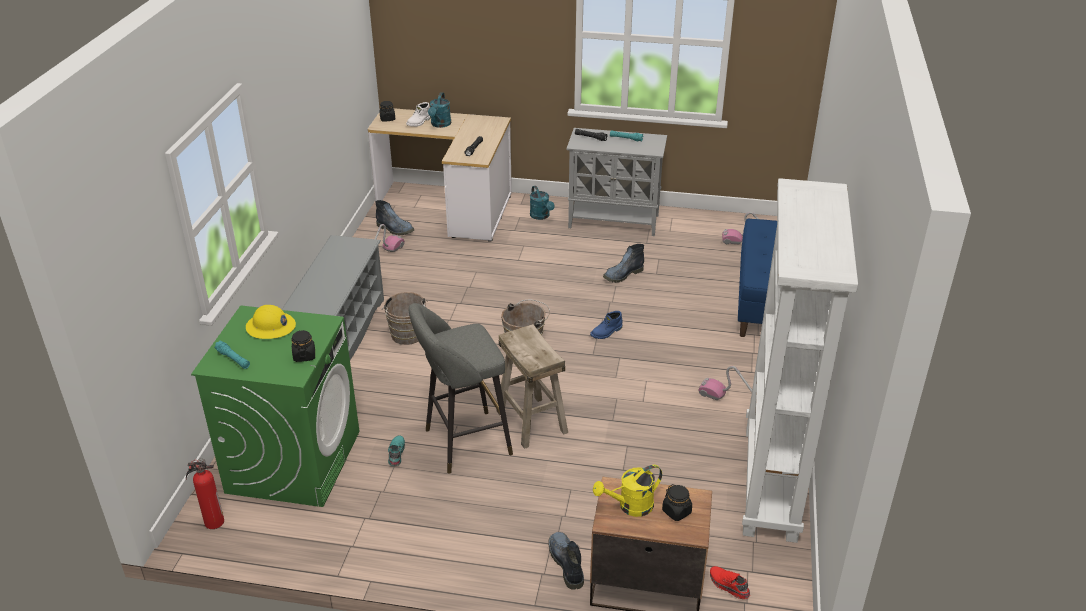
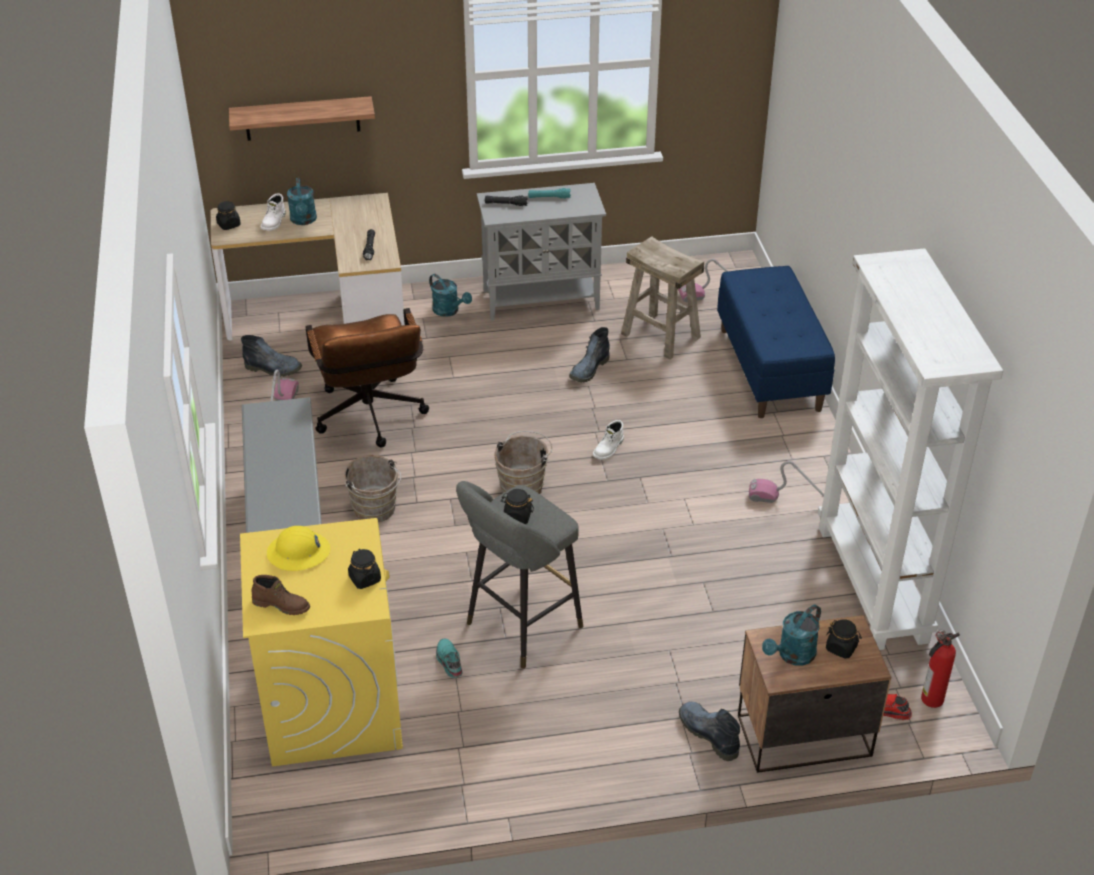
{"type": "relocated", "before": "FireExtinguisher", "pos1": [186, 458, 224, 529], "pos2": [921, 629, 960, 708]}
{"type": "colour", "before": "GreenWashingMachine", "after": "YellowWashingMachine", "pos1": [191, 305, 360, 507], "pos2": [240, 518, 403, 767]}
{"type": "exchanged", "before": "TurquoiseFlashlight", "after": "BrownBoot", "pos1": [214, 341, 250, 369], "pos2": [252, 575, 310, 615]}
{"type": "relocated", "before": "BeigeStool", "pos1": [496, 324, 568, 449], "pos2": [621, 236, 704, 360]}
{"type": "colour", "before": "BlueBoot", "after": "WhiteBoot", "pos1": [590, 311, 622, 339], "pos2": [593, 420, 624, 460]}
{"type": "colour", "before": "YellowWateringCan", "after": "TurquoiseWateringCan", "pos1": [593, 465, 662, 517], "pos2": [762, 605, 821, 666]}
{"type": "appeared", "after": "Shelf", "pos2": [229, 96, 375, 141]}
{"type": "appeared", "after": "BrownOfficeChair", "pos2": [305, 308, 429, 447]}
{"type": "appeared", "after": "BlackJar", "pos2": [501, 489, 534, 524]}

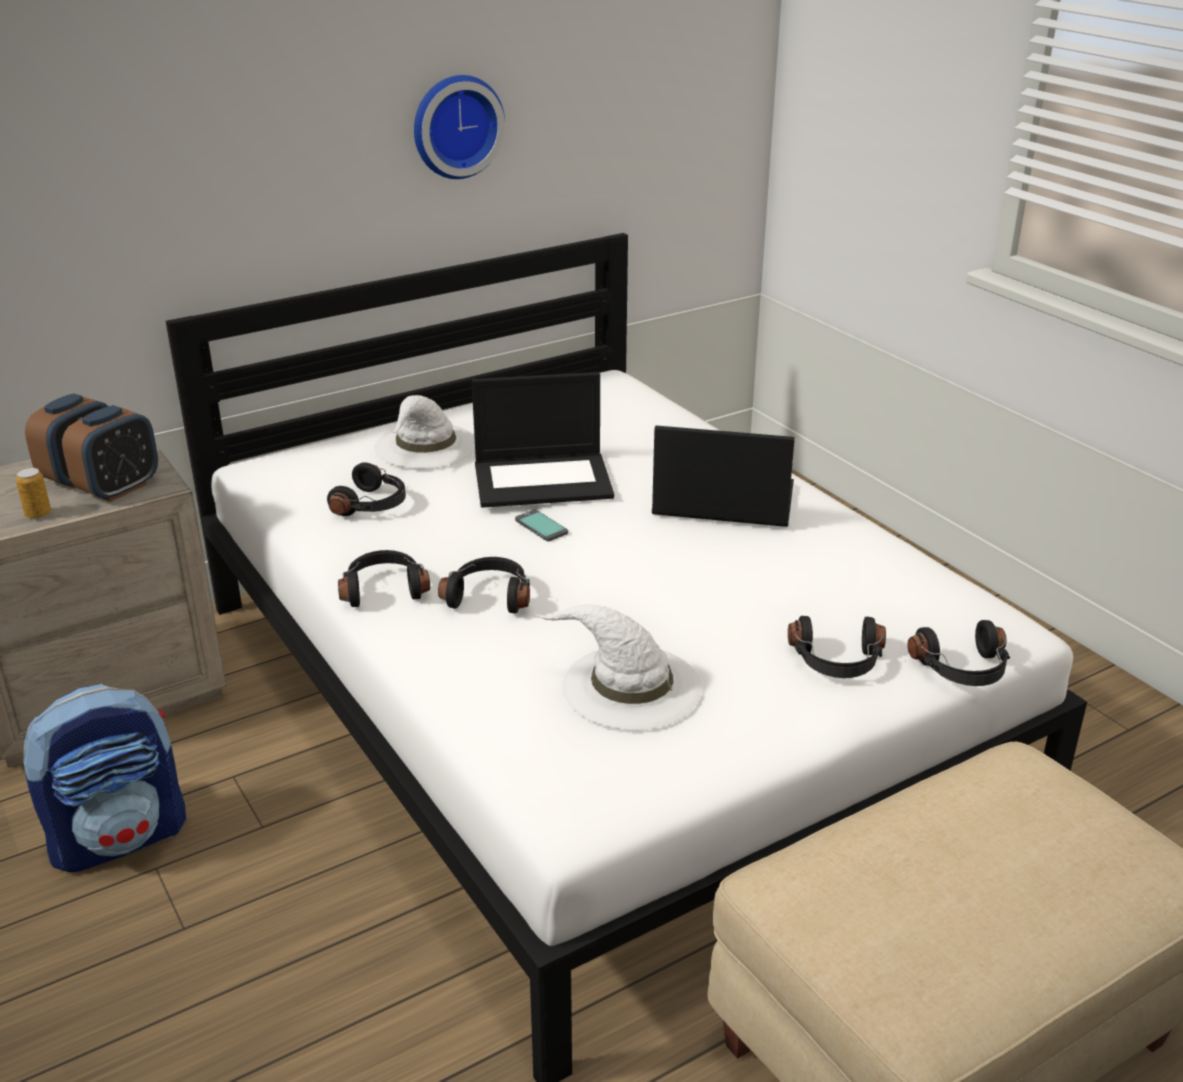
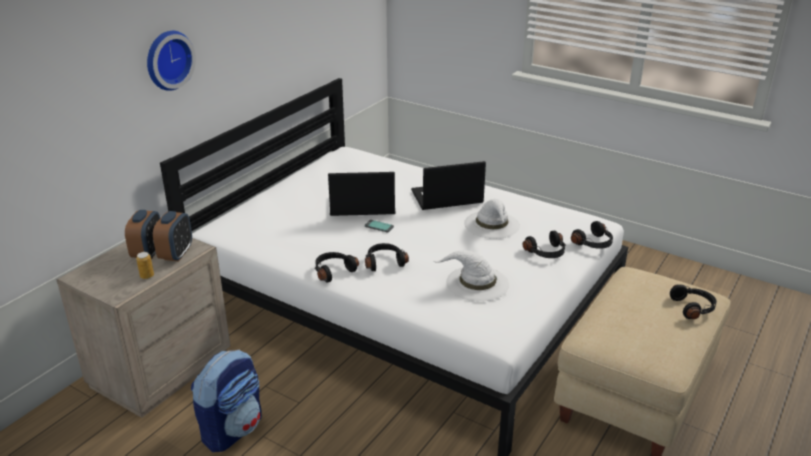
{"type": "relocated", "before": "BlackHeadphones", "pos1": [327, 462, 406, 516], "pos2": [670, 285, 717, 319]}
{"type": "relocated", "before": "WhiteHat", "pos1": [374, 395, 475, 469], "pos2": [464, 199, 520, 239]}
{"type": "relocated", "before": "WallClock", "pos1": [414, 75, 505, 179], "pos2": [147, 31, 196, 91]}
{"type": "spun", "before": "Laptop", "pos1": [472, 372, 614, 508], "pos2": [328, 172, 395, 216], "turn": -150}

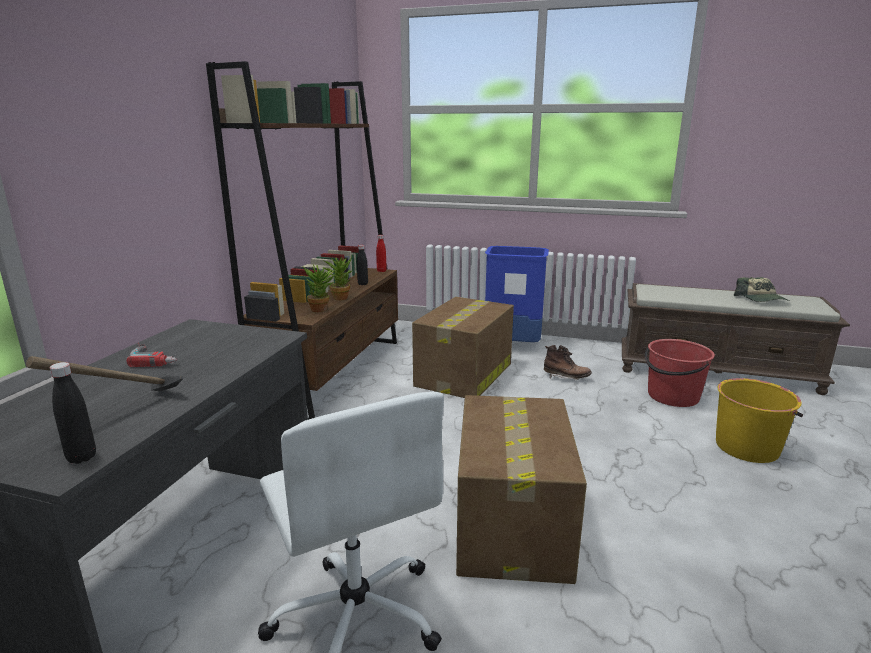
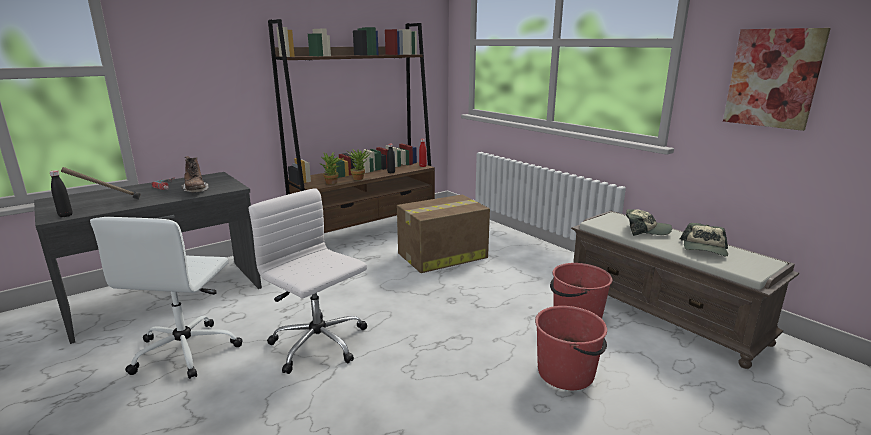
{"type": "exchanged", "before": "CardboardBox", "after": "WhiteOfficeChair", "pos1": [456, 395, 587, 584], "pos2": [249, 188, 367, 374]}
{"type": "missing", "before": "BlueTrashCan", "pos1": [485, 246, 549, 342]}
{"type": "relocated", "before": "BrownBoot", "pos1": [544, 345, 592, 380], "pos2": [181, 156, 209, 193]}
{"type": "colour", "before": "YellowBucket", "after": "RedBucket", "pos1": [716, 378, 803, 463], "pos2": [535, 306, 607, 390]}
{"type": "appeared", "after": "Cap", "pos2": [626, 209, 672, 236]}
{"type": "appeared", "after": "Picture", "pos2": [723, 28, 831, 131]}

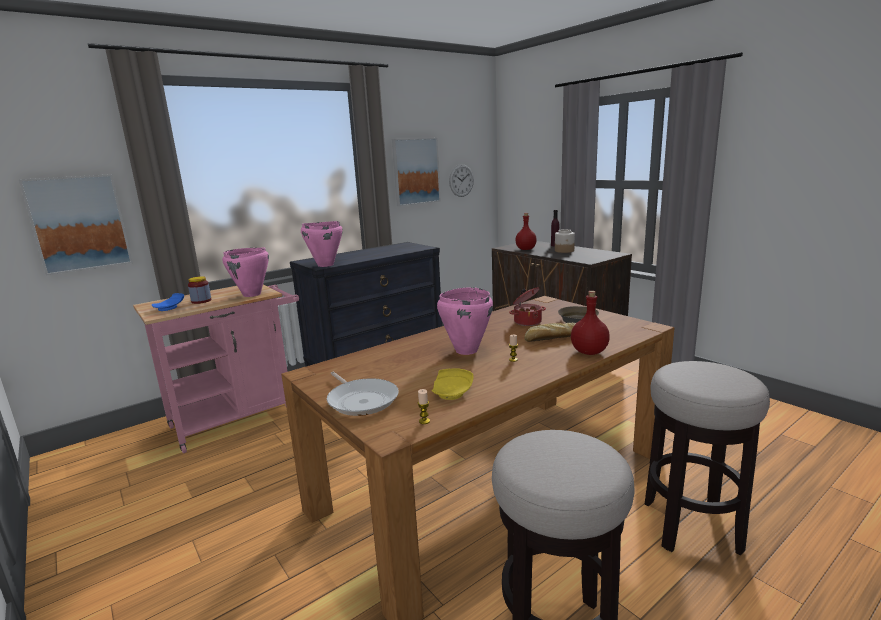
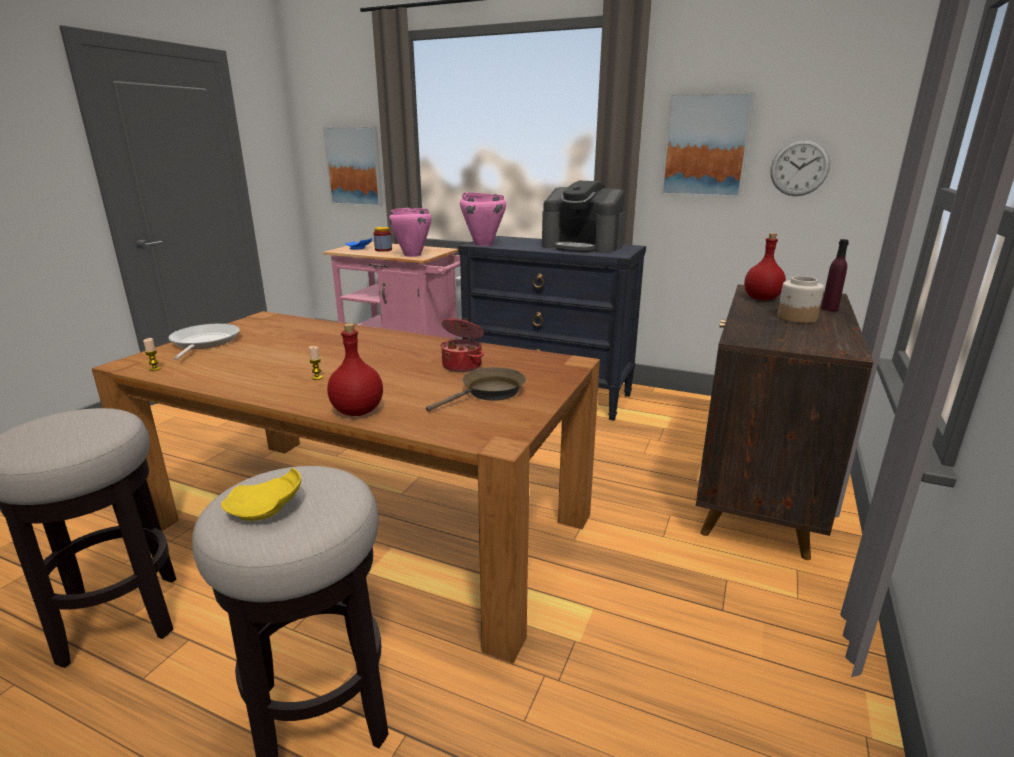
{"type": "spun", "before": "FryingPan", "pos1": [327, 372, 399, 416], "pos2": [168, 323, 240, 360], "turn": 150}
{"type": "relocated", "before": "YellowPlate", "pos1": [432, 368, 474, 400], "pos2": [221, 468, 301, 521]}
{"type": "missing", "before": "PinkCookingPot", "pos1": [437, 287, 493, 355]}
{"type": "missing", "before": "Bread", "pos1": [524, 323, 576, 342]}
{"type": "appeared", "after": "CoffeeMachine", "pos2": [542, 181, 625, 253]}

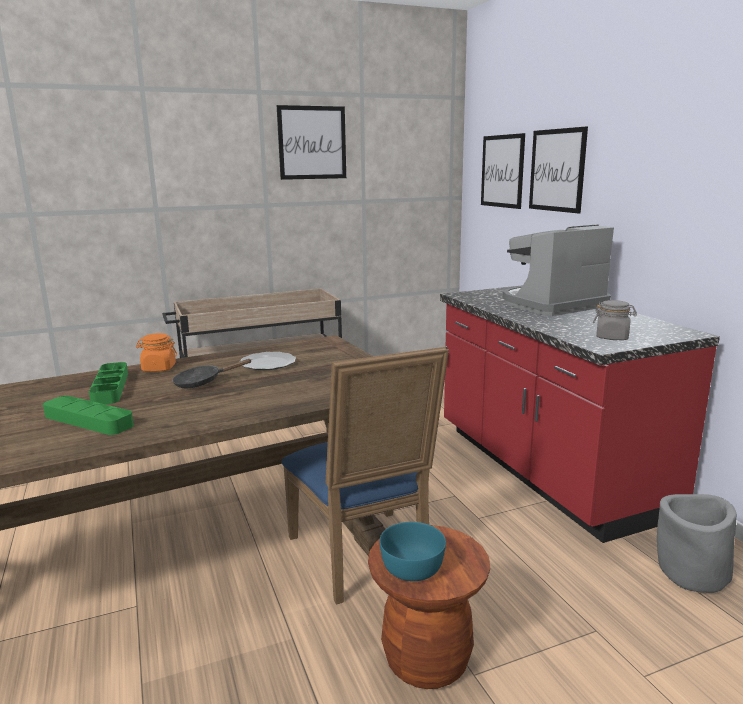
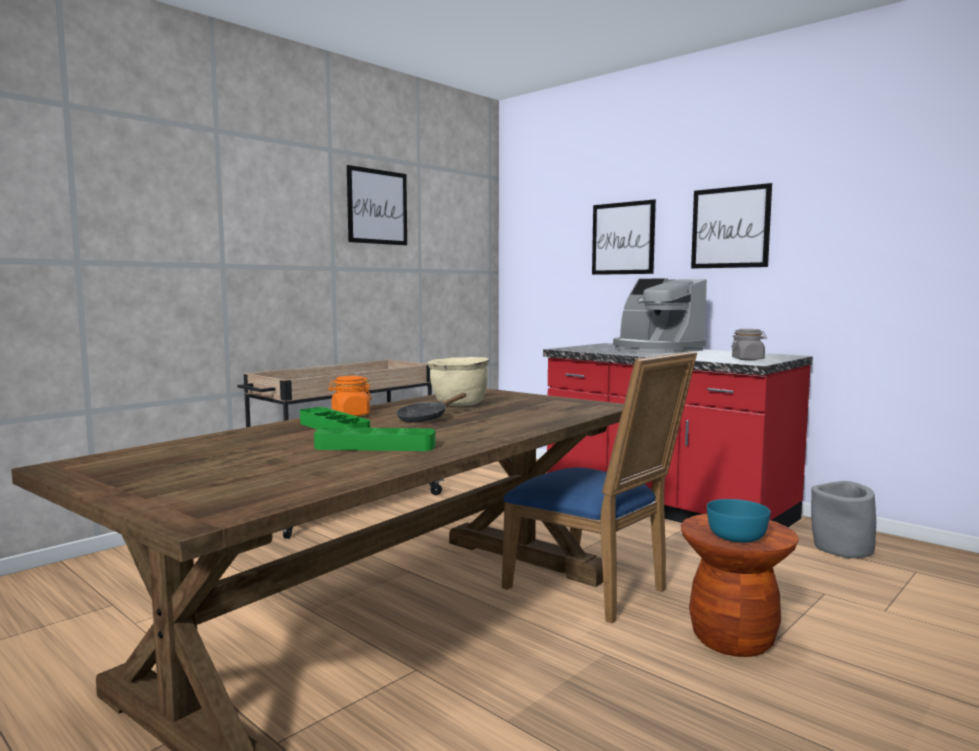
{"type": "exchanged", "before": "Plate", "after": "BeigeCookingPot", "pos1": [241, 352, 296, 370], "pos2": [427, 357, 489, 406]}
{"type": "relocated", "before": "Picture", "pos1": [481, 133, 525, 209], "pos2": [691, 183, 772, 269]}
{"type": "spun", "before": "CoffeeMachine", "pos1": [502, 224, 614, 316], "pos2": [613, 278, 707, 354], "turn": -75}

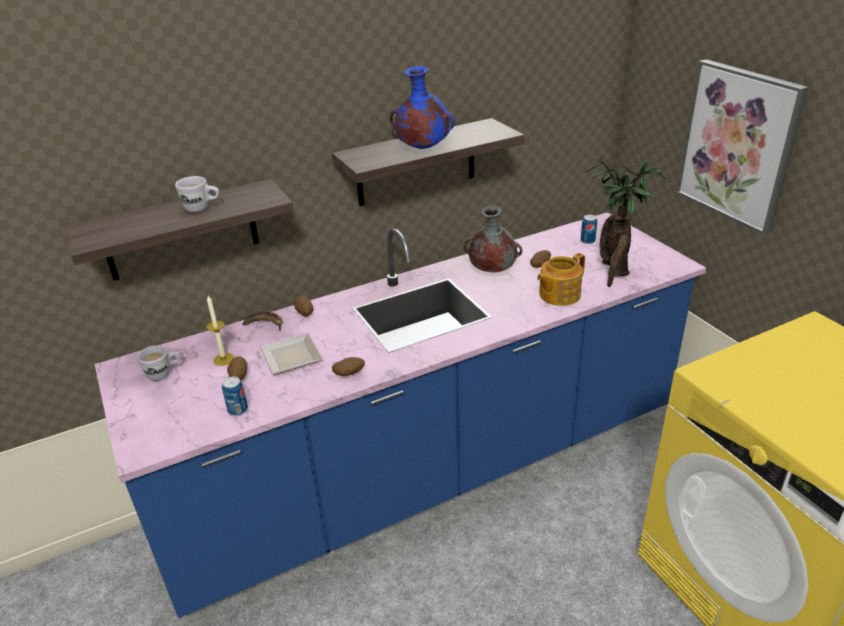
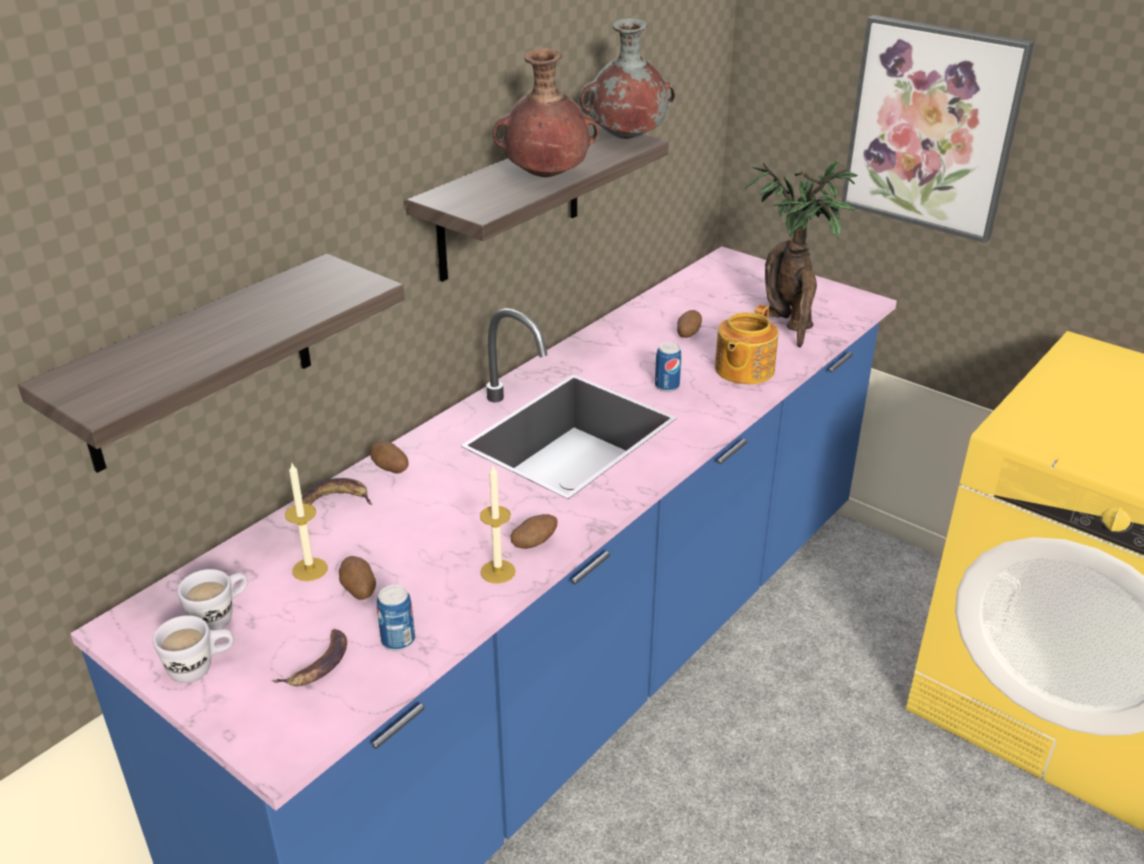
{"type": "relocated", "before": "WhiteMug", "pos1": [175, 176, 219, 212], "pos2": [153, 615, 234, 683]}
{"type": "missing", "before": "Plate", "pos1": [260, 333, 323, 375]}
{"type": "colour", "before": "BlueVase", "after": "BrownVase", "pos1": [390, 66, 455, 149], "pos2": [493, 48, 599, 177]}
{"type": "relocated", "before": "GreyVase", "pos1": [463, 206, 523, 272], "pos2": [580, 18, 676, 139]}
{"type": "relocated", "before": "Can", "pos1": [581, 215, 597, 244], "pos2": [655, 342, 681, 392]}
{"type": "appeared", "after": "Banana", "pos2": [272, 629, 347, 686]}
{"type": "appeared", "after": "Candle", "pos2": [480, 466, 516, 584]}

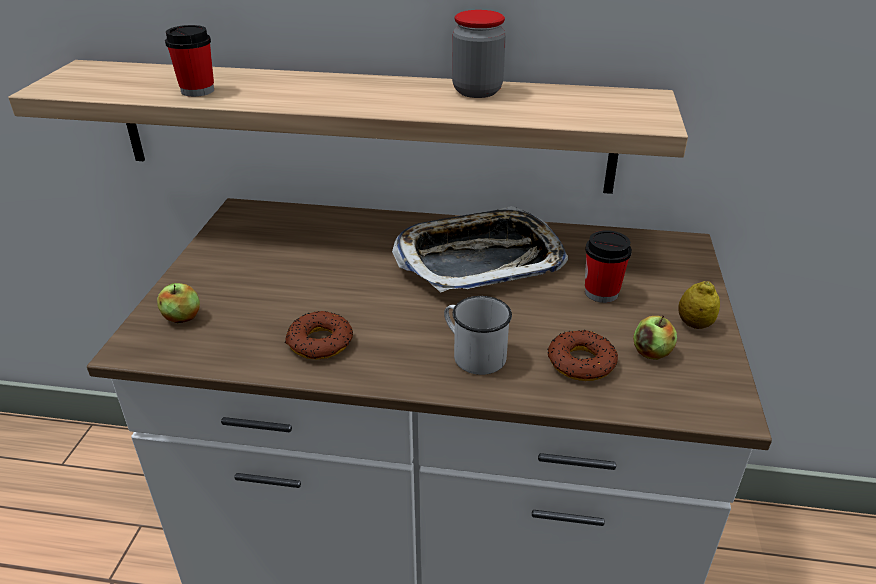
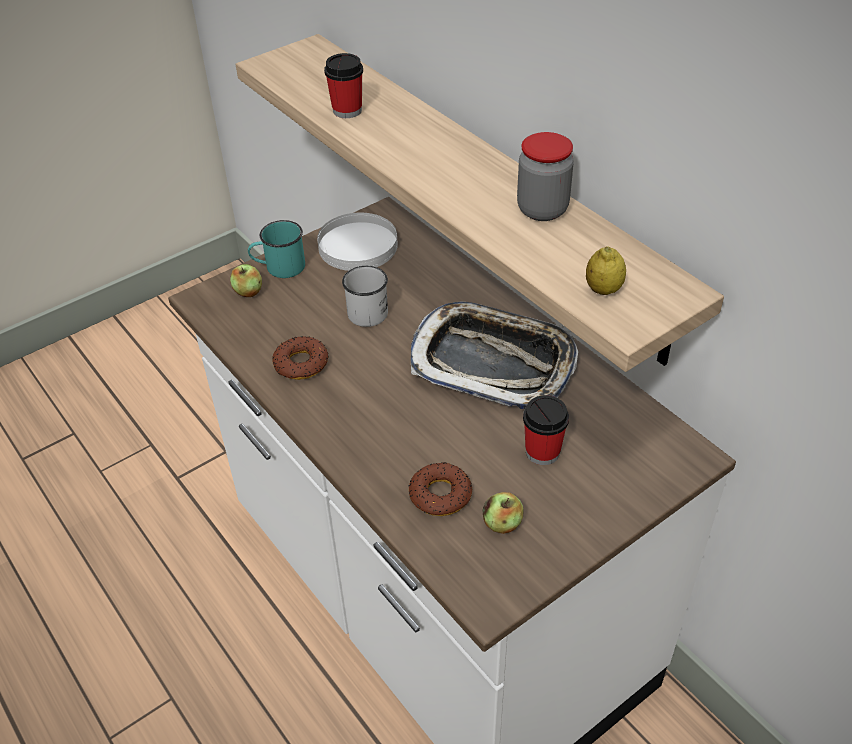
{"type": "relocated", "before": "WhiteMug", "pos1": [444, 296, 512, 375], "pos2": [342, 266, 388, 327]}
{"type": "relocated", "before": "Lemon", "pos1": [678, 281, 720, 329], "pos2": [586, 246, 626, 295]}
{"type": "appeared", "after": "TurquoiseMug", "pos2": [248, 220, 305, 278]}
{"type": "appeared", "after": "WhitePlate", "pos2": [317, 213, 398, 271]}

